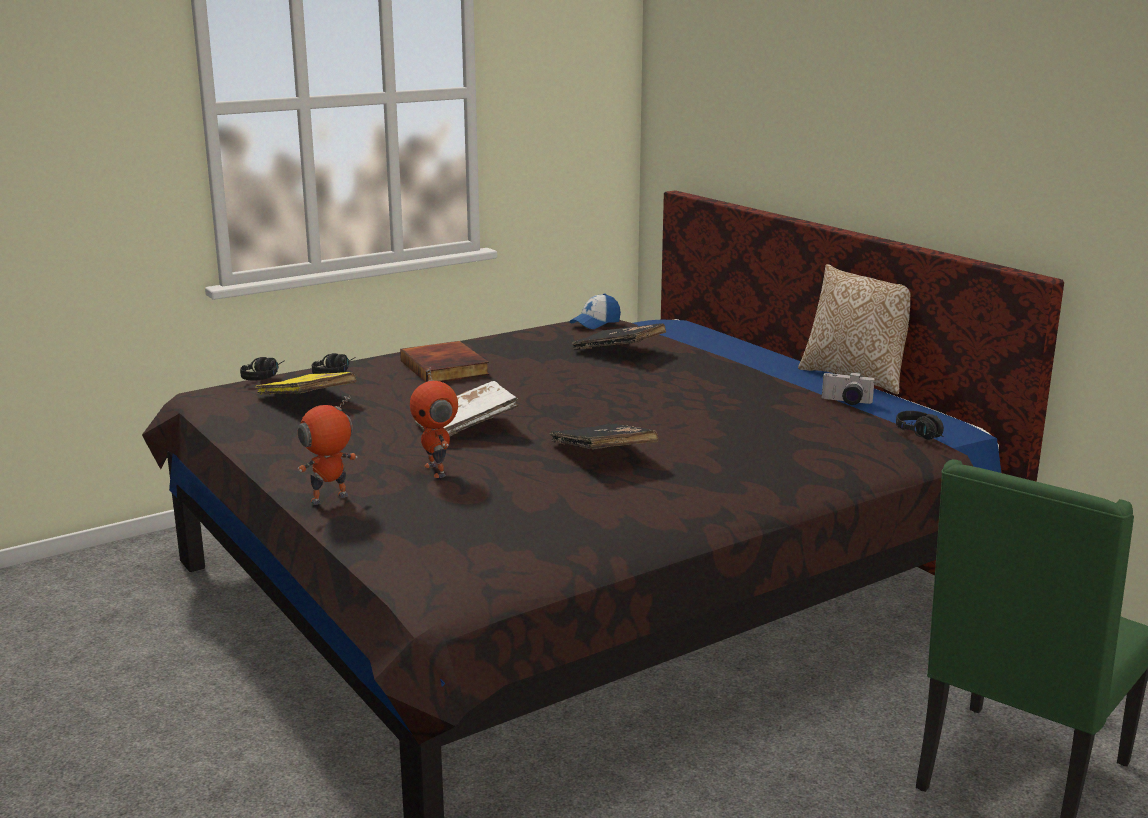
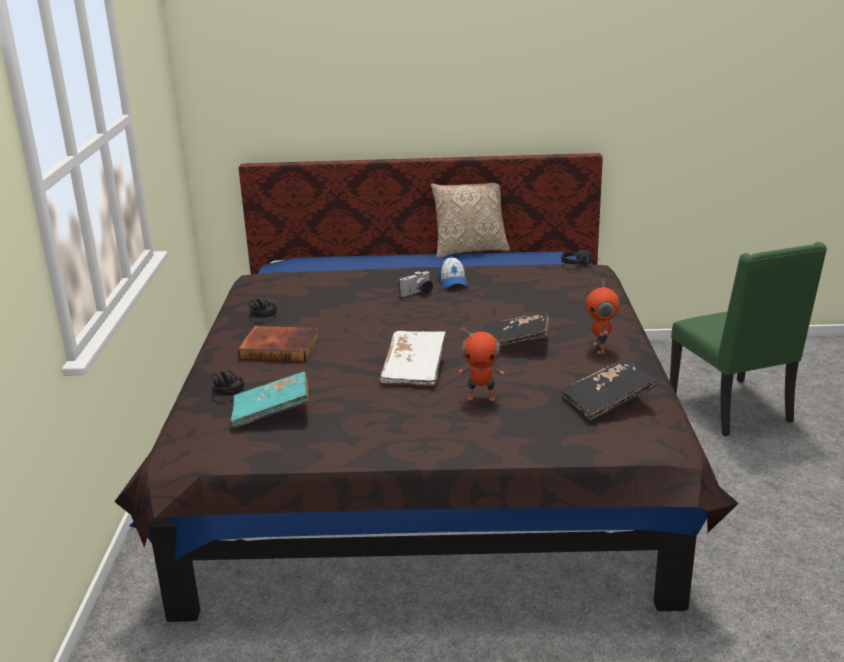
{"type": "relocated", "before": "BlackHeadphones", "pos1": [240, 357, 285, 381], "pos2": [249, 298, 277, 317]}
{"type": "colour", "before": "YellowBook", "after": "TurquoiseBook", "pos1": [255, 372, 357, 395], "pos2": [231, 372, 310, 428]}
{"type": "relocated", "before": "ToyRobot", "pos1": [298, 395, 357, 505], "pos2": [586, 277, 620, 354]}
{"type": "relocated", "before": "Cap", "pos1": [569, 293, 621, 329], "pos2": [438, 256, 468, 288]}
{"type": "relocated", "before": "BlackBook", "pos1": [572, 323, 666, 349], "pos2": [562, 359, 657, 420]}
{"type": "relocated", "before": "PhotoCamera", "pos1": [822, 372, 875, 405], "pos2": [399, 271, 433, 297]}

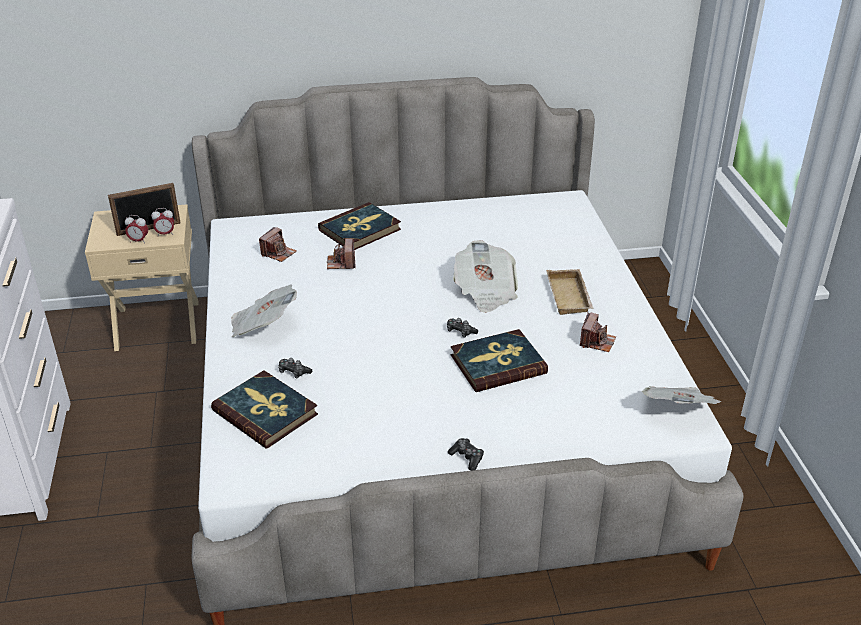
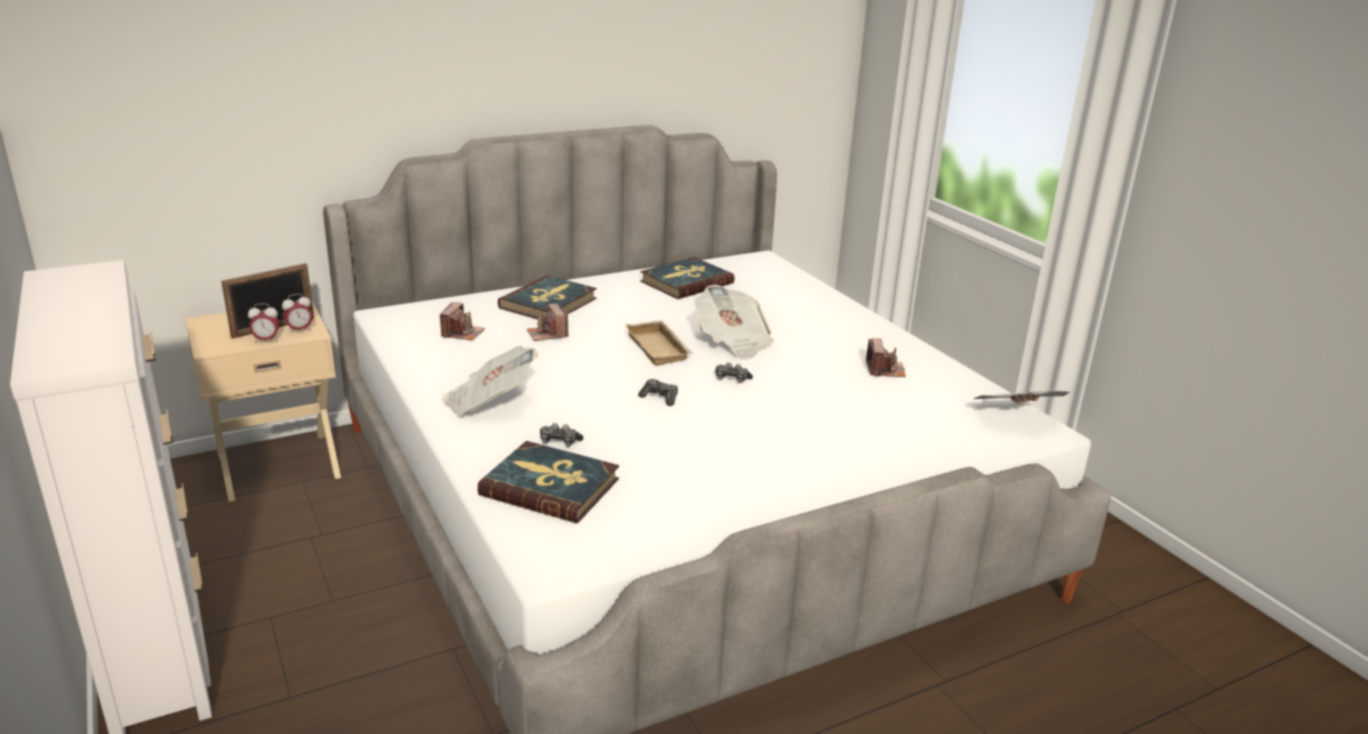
{"type": "relocated", "before": "GameController", "pos1": [448, 438, 484, 471], "pos2": [638, 379, 678, 406]}
{"type": "relocated", "before": "Book", "pos1": [451, 329, 548, 392], "pos2": [640, 257, 735, 299]}
{"type": "relocated", "before": "BeigeTray", "pos1": [546, 269, 594, 315], "pos2": [625, 321, 694, 366]}

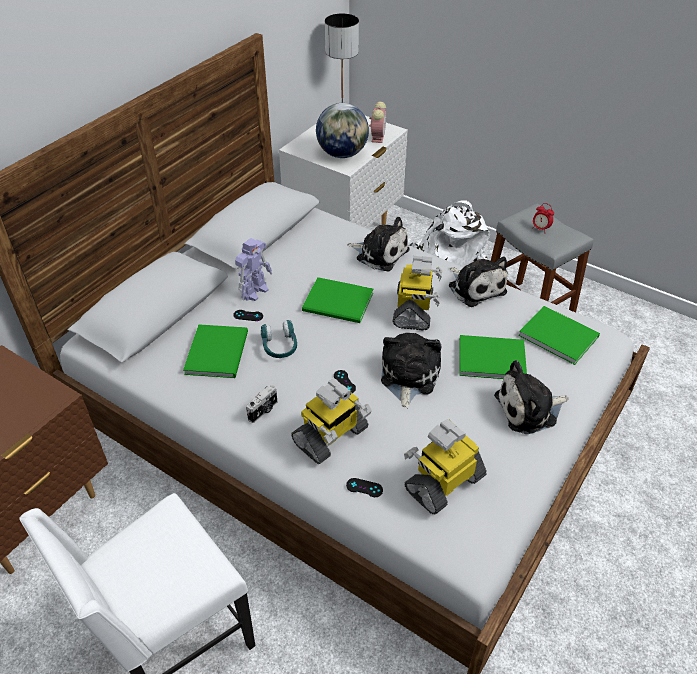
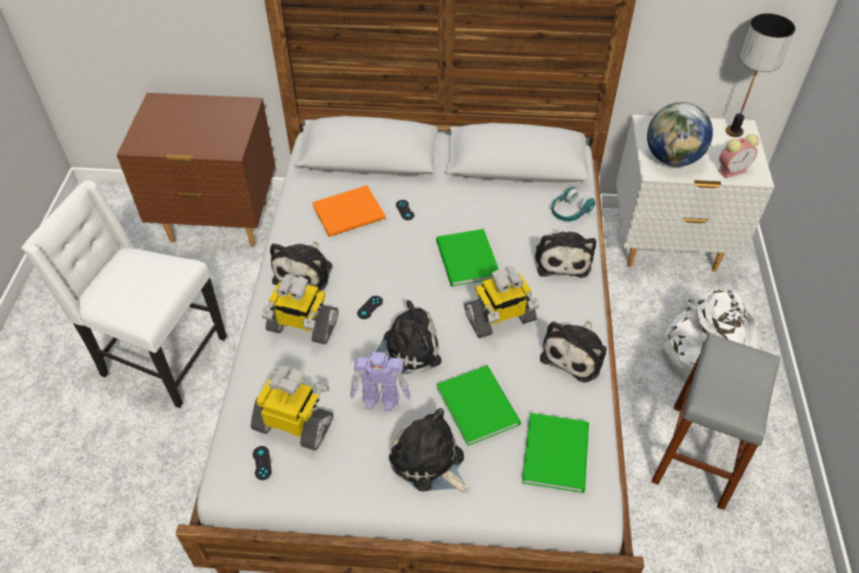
{"type": "colour", "before": "GreenBook", "after": "OrangeBook", "pos1": [183, 324, 248, 378], "pos2": [312, 185, 386, 237]}
{"type": "relocated", "before": "ToyRobot", "pos1": [235, 238, 272, 301], "pos2": [350, 351, 411, 411]}
{"type": "exchanged", "before": "PhotoCamera", "after": "PlushToy", "pos1": [246, 385, 277, 423], "pos2": [270, 241, 332, 291]}
{"type": "relocated", "before": "TurquoiseHeadphones", "pos1": [261, 320, 297, 358], "pos2": [552, 187, 595, 221]}
{"type": "relocated", "before": "BlackGameController", "pos1": [346, 478, 383, 497], "pos2": [253, 446, 272, 480]}
{"type": "missing", "before": "AlarmClock", "pos1": [532, 203, 554, 232]}

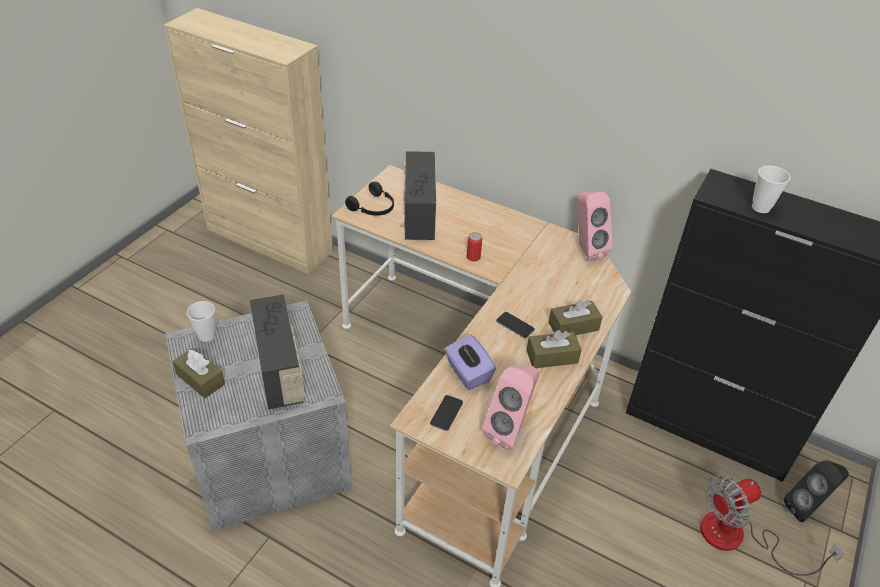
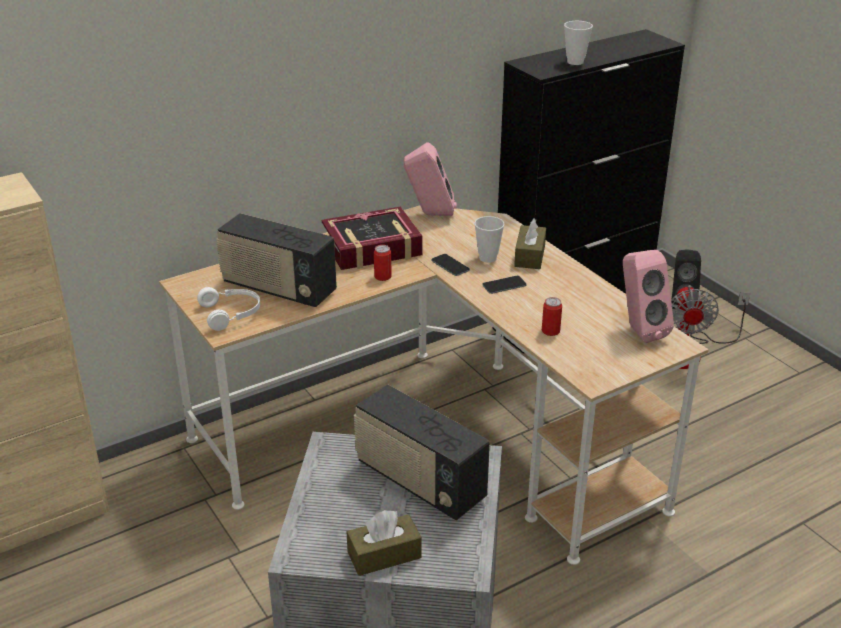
{"type": "relocated", "before": "Cup", "pos1": [187, 301, 215, 342], "pos2": [474, 216, 504, 263]}
{"type": "spun", "before": "Radio", "pos1": [250, 295, 305, 409], "pos2": [354, 385, 490, 520], "turn": -150}
{"type": "colour", "before": "BlackHeadphones", "after": "WhiteHeadphones", "pos1": [345, 182, 394, 216], "pos2": [197, 287, 260, 331]}
{"type": "relocated", "before": "Phone", "pos1": [430, 395, 463, 431], "pos2": [431, 254, 470, 276]}
{"type": "exchanged", "before": "PurpleTissueBox", "after": "Can", "pos1": [445, 334, 496, 390], "pos2": [542, 297, 562, 336]}
{"type": "missing", "before": "BrownTissueBox", "pos1": [526, 330, 582, 368]}
{"type": "appeared", "after": "Book", "pos2": [322, 207, 423, 270]}

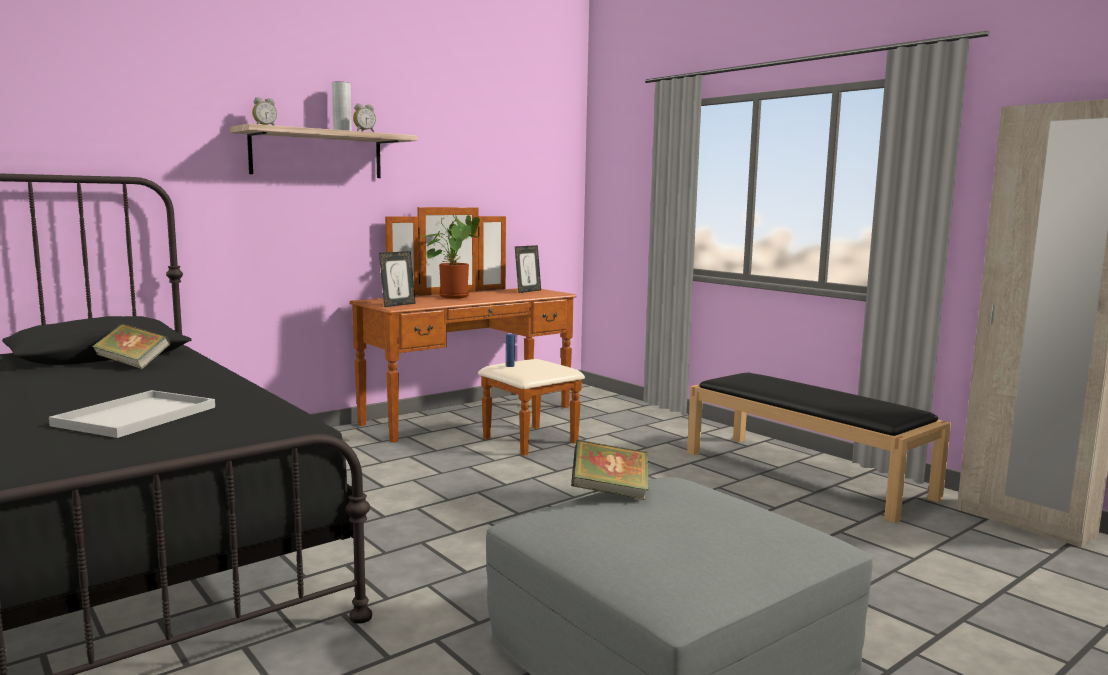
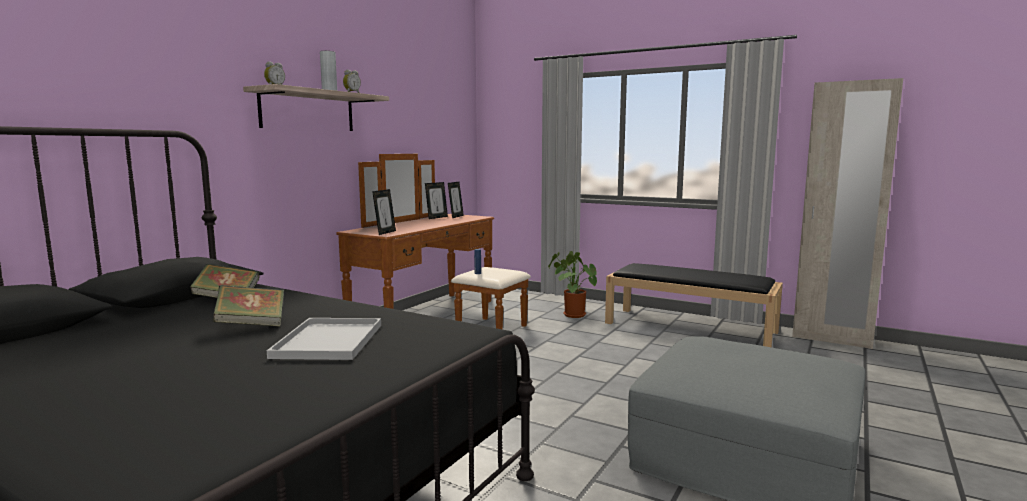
{"type": "relocated", "before": "PottedPlant", "pos1": [422, 214, 481, 299], "pos2": [548, 251, 597, 318]}
{"type": "relocated", "before": "Book", "pos1": [571, 440, 649, 500], "pos2": [213, 285, 284, 327]}
{"type": "appeared", "after": "PictureFrame", "pos2": [425, 182, 448, 219]}

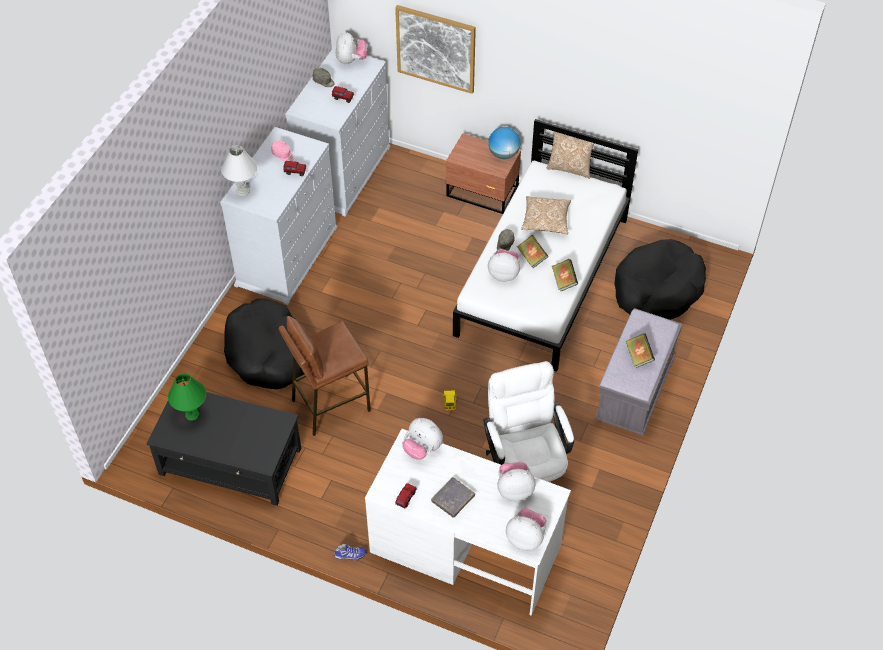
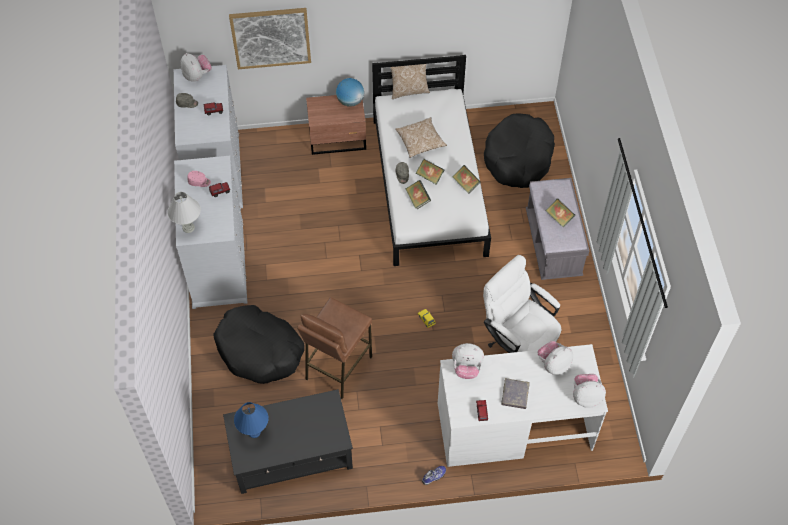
{"type": "colour", "before": "GreenTableLamp", "after": "BlueTableLamp", "pos1": [168, 373, 206, 421], "pos2": [234, 402, 269, 438]}
{"type": "exchanged", "before": "PlushToy", "after": "Book", "pos1": [488, 249, 520, 282], "pos2": [406, 180, 431, 209]}

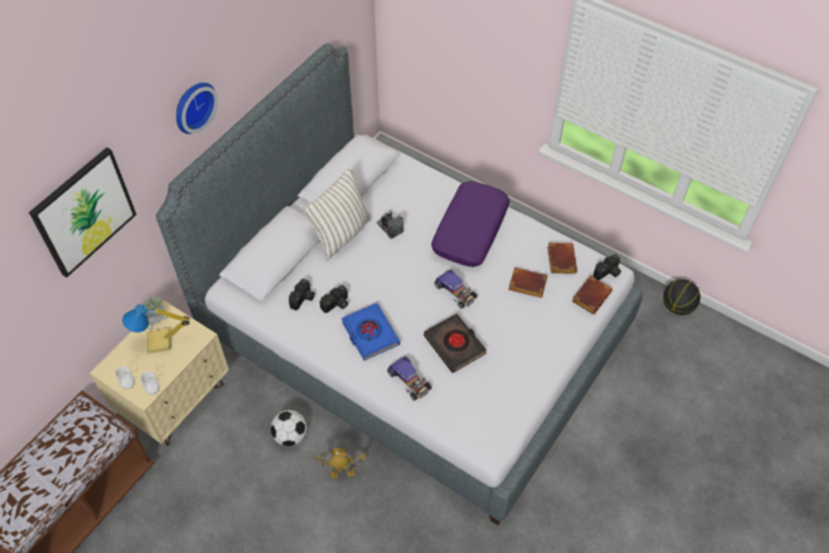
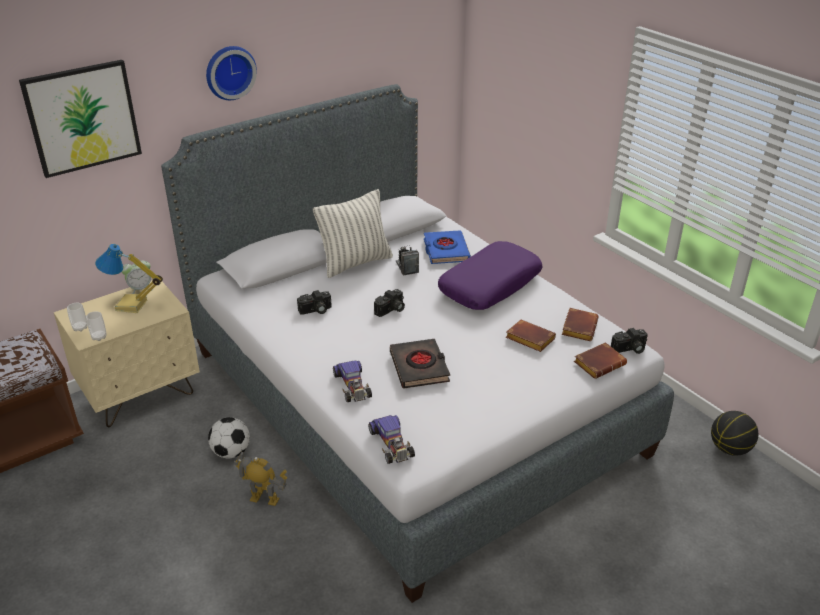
{"type": "relocated", "before": "PhotoCamera", "pos1": [289, 279, 315, 310], "pos2": [374, 289, 405, 317]}
{"type": "relocated", "before": "BlueBook", "pos1": [341, 303, 400, 361], "pos2": [424, 230, 471, 264]}
{"type": "relocated", "before": "ToyCar", "pos1": [434, 270, 477, 309], "pos2": [368, 415, 415, 464]}

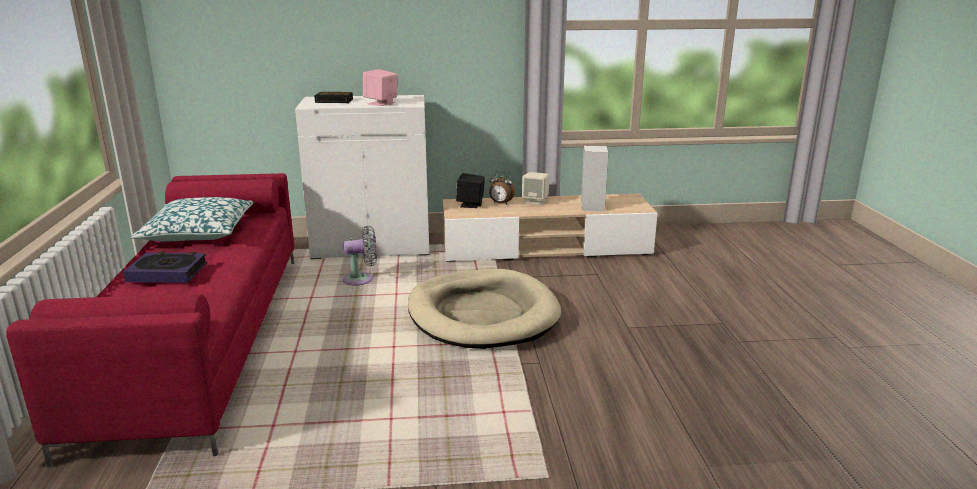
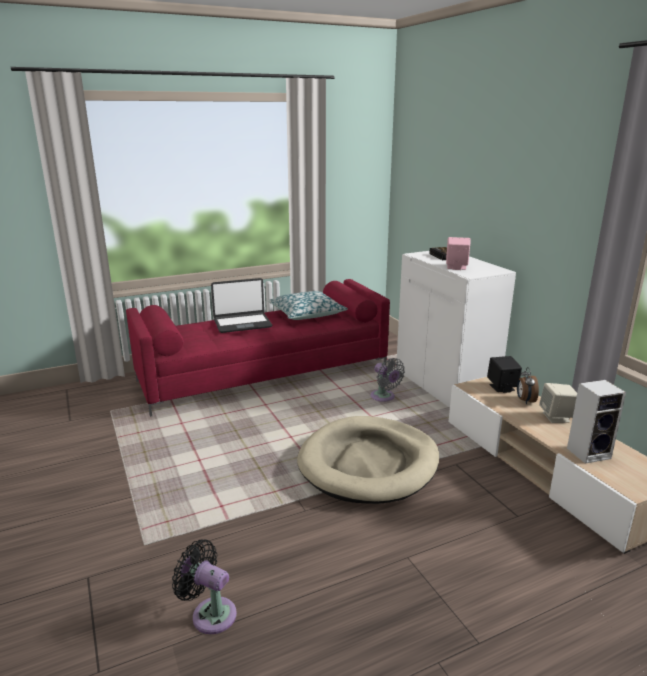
{"type": "exchanged", "before": "Book", "after": "Laptop", "pos1": [123, 251, 207, 283], "pos2": [211, 278, 272, 333]}
{"type": "appeared", "after": "BlackFan", "pos2": [172, 539, 237, 634]}

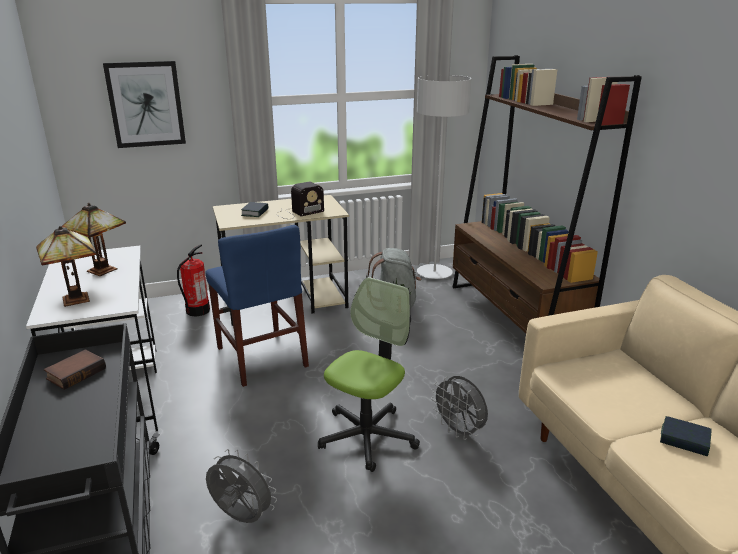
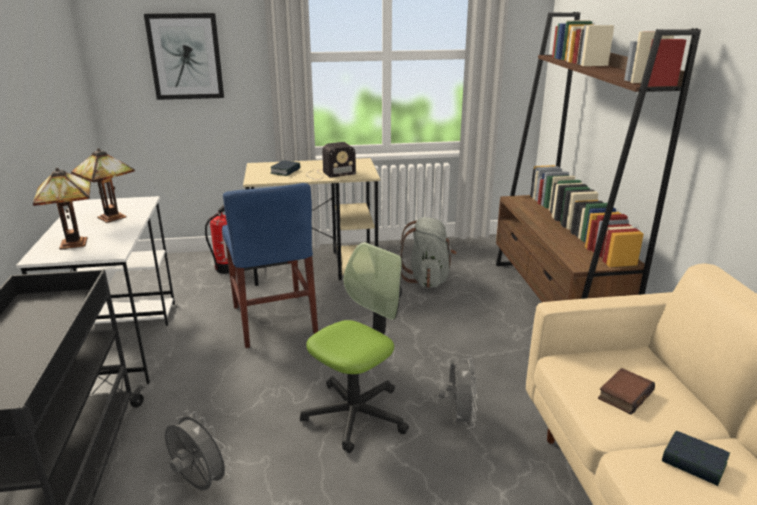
{"type": "relocated", "before": "Book", "pos1": [44, 349, 106, 390], "pos2": [598, 368, 655, 415]}
{"type": "missing", "before": "GreyFloorLamp", "pos1": [417, 75, 471, 279]}
{"type": "spun", "before": "GreyFan", "pos1": [431, 376, 488, 440], "pos2": [438, 355, 478, 429], "turn": -150}

